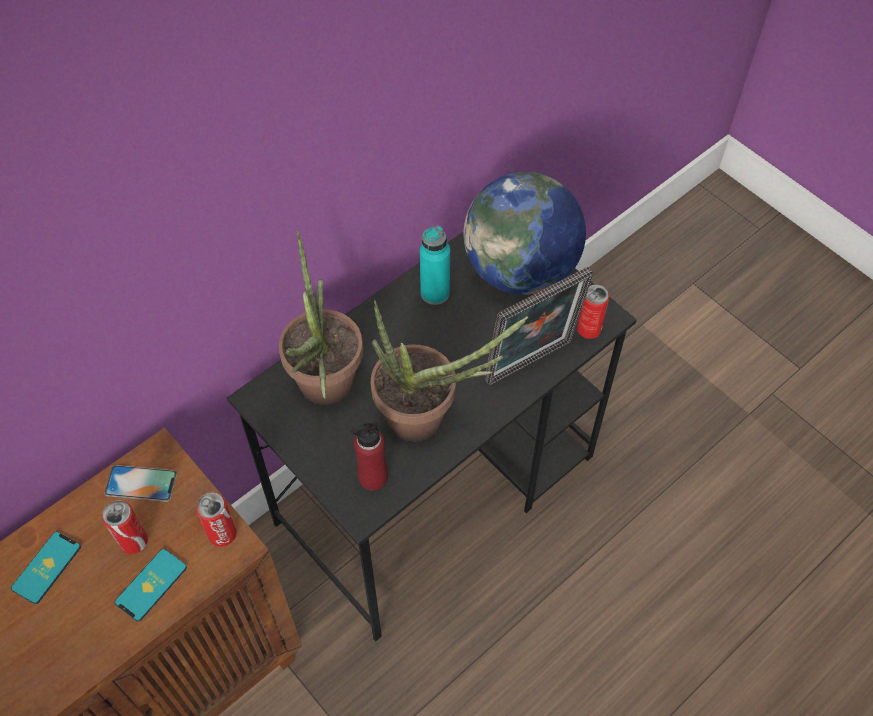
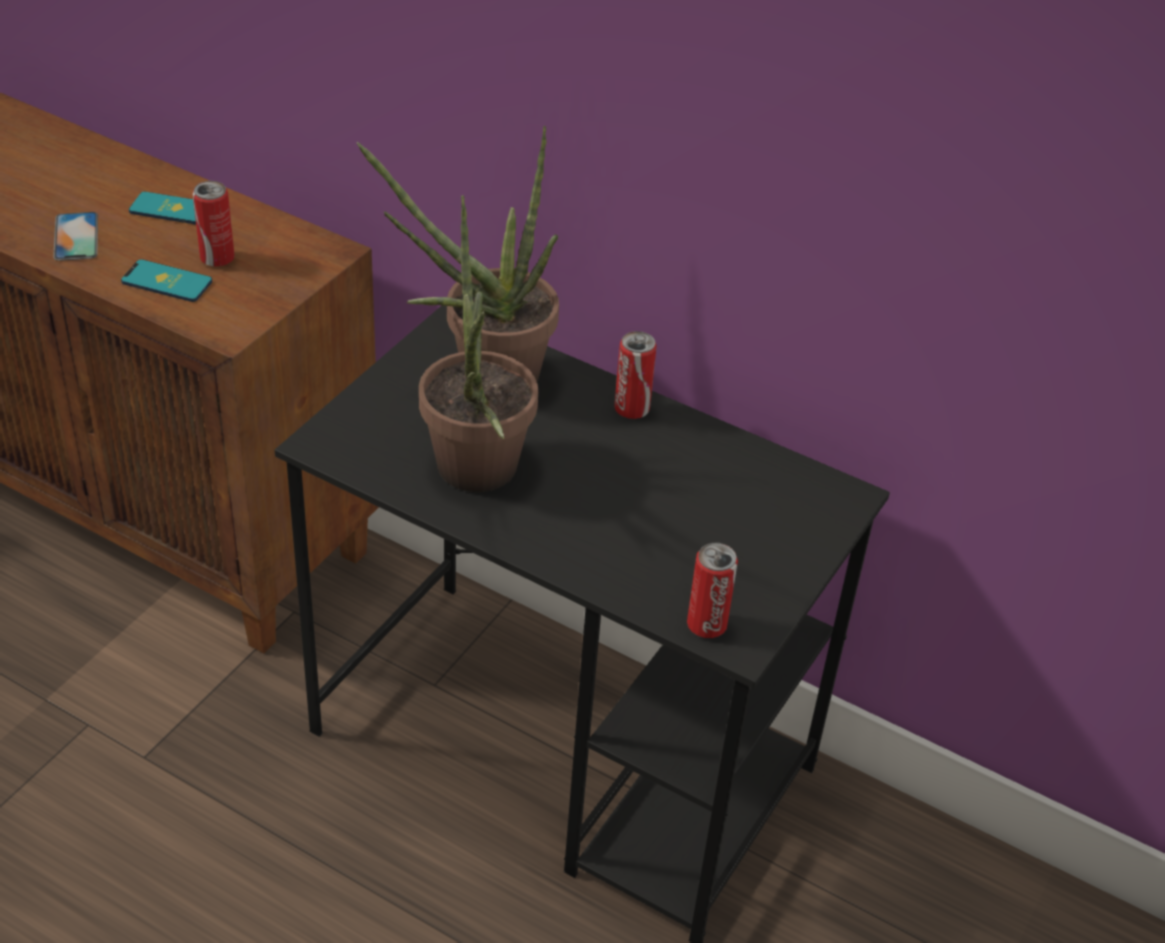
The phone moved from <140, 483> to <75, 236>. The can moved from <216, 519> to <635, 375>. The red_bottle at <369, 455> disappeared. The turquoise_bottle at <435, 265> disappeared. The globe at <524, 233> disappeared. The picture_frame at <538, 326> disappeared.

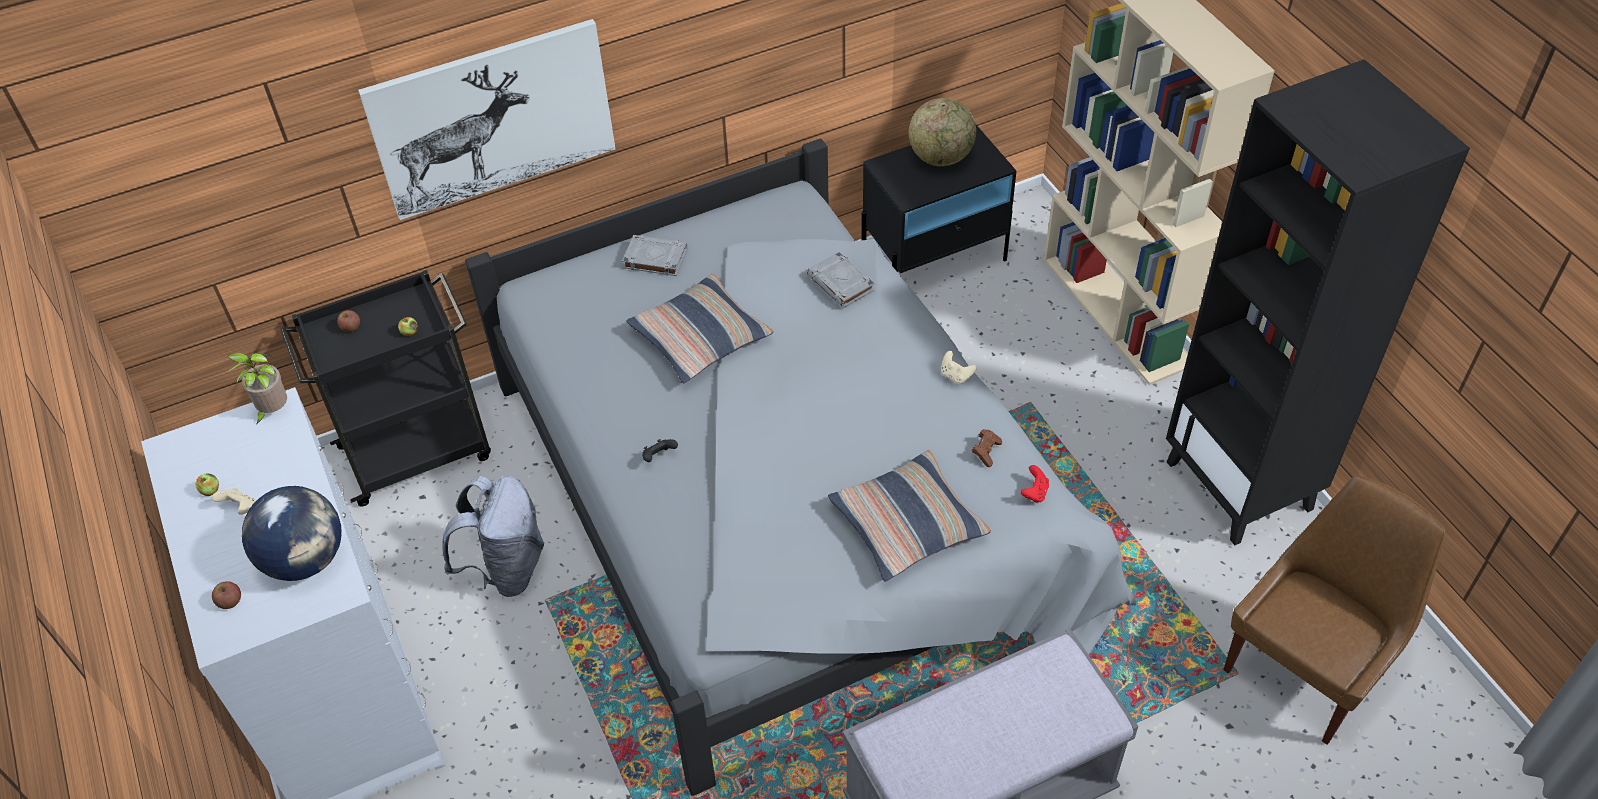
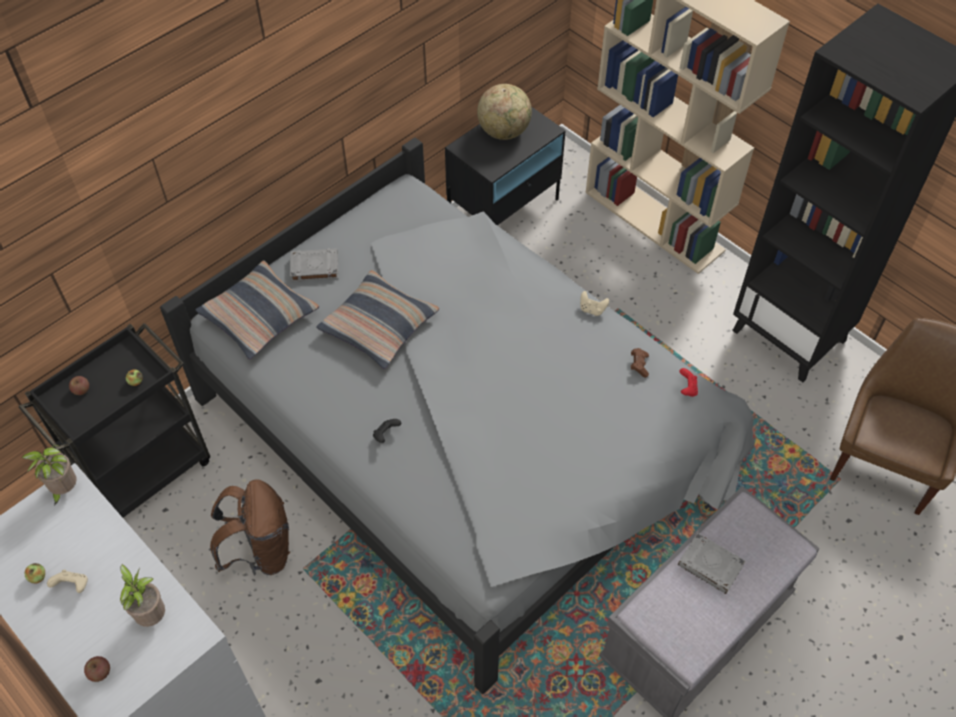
The globe at <292, 533> was replaced by the potted_plant at <142, 595>. The pillow moved from <909, 515> to <257, 310>. The grey_backpack at <493, 536> became the brown_backpack at <250, 527>. The grey_book moved from <841, 280> to <712, 563>. The picture at <486, 119> disappeared.

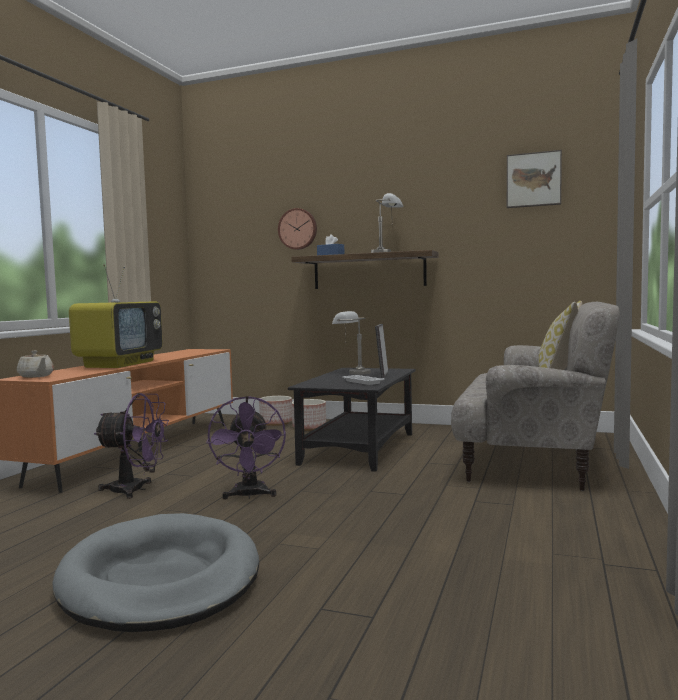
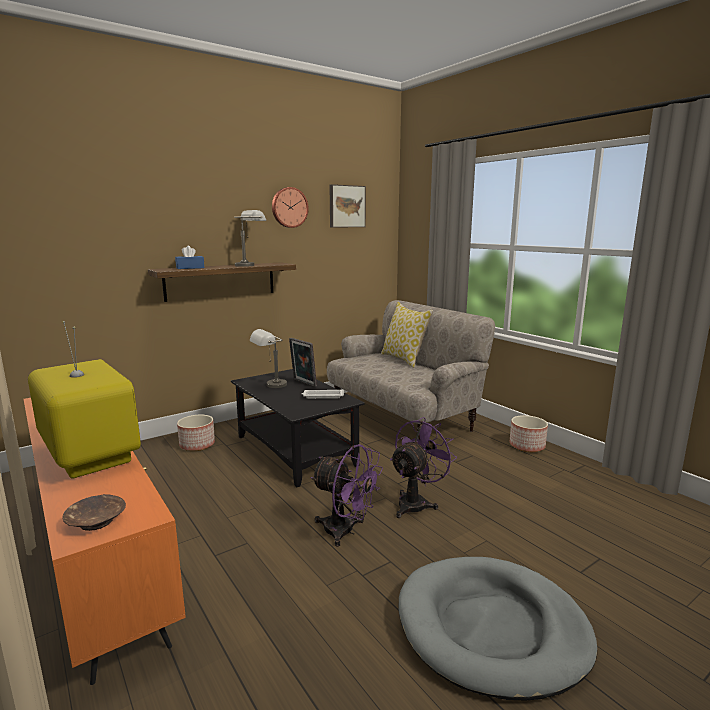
The beige_teapot at <35, 364> was replaced by the brown_bowl at <94, 512>. The wall_clock moved from <297, 229> to <290, 207>. The purple_fan moved from <131, 446> to <423, 467>. The planter moved from <275, 411> to <529, 433>.

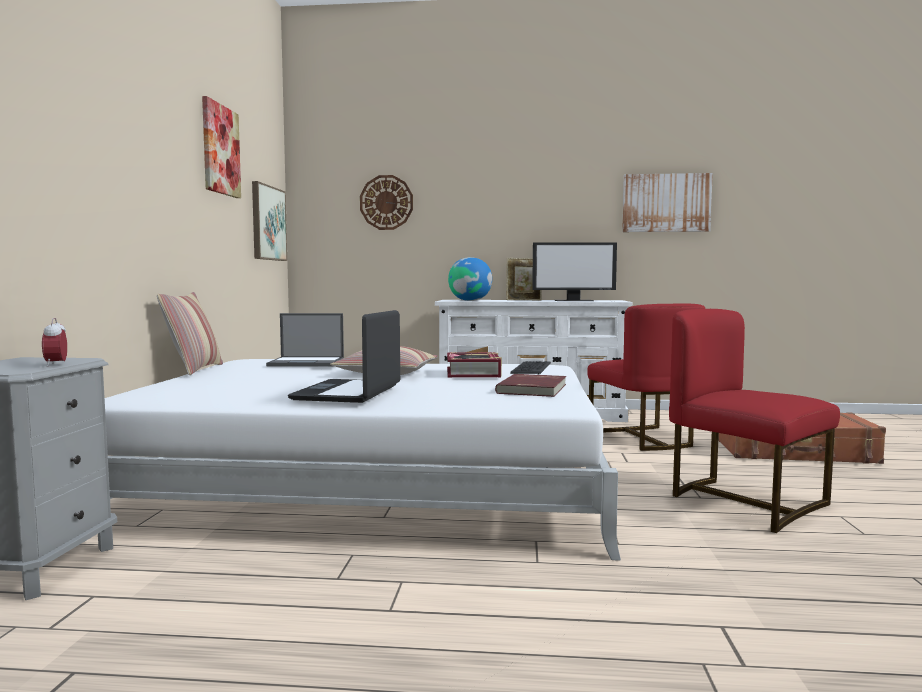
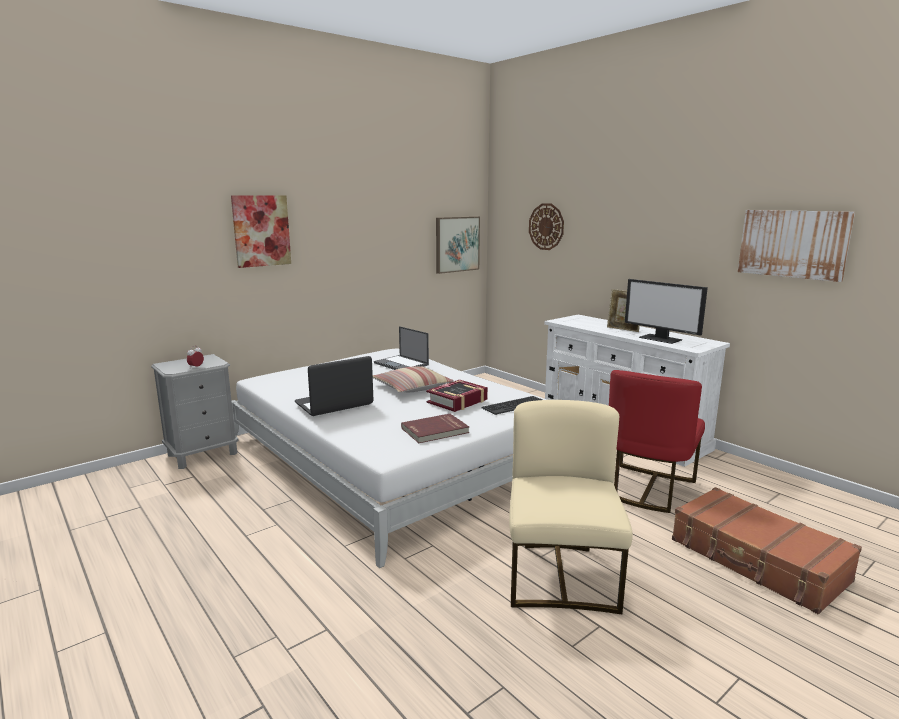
The picture moved from <221, 147> to <261, 231>. The red_chair at <754, 421> became the beige_chair at <571, 507>. The pillow at <190, 333> disappeared. The globe at <470, 279> disappeared.

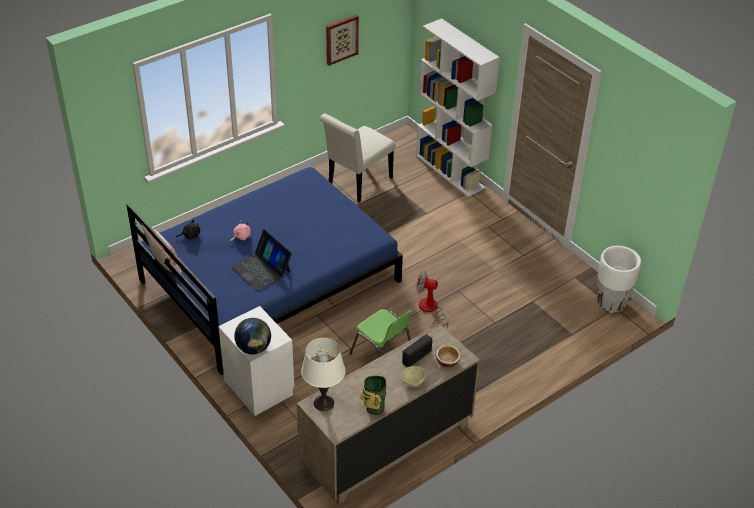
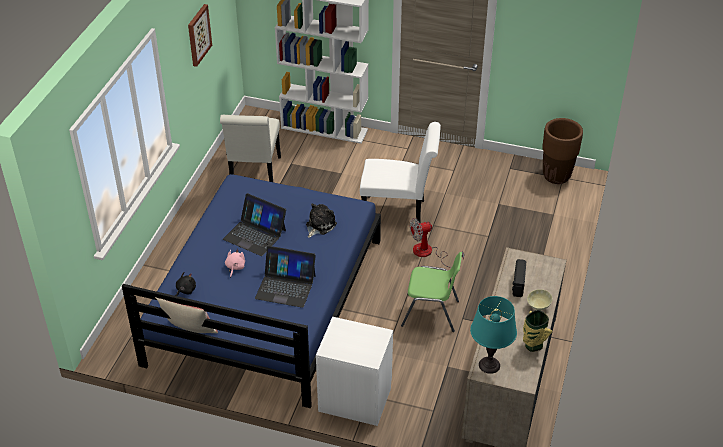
The laptop at <254, 224> appeared. The plush_toy at <321, 221> appeared. The white_chair at <400, 172> appeared. The white_table_lamp at <323, 374> became the turquoise_table_lamp at <493, 335>. The white_planter at <619, 279> became the brown_planter at <562, 151>. The globe at <252, 336> disappeared. The bowl at <448, 356> disappeared.

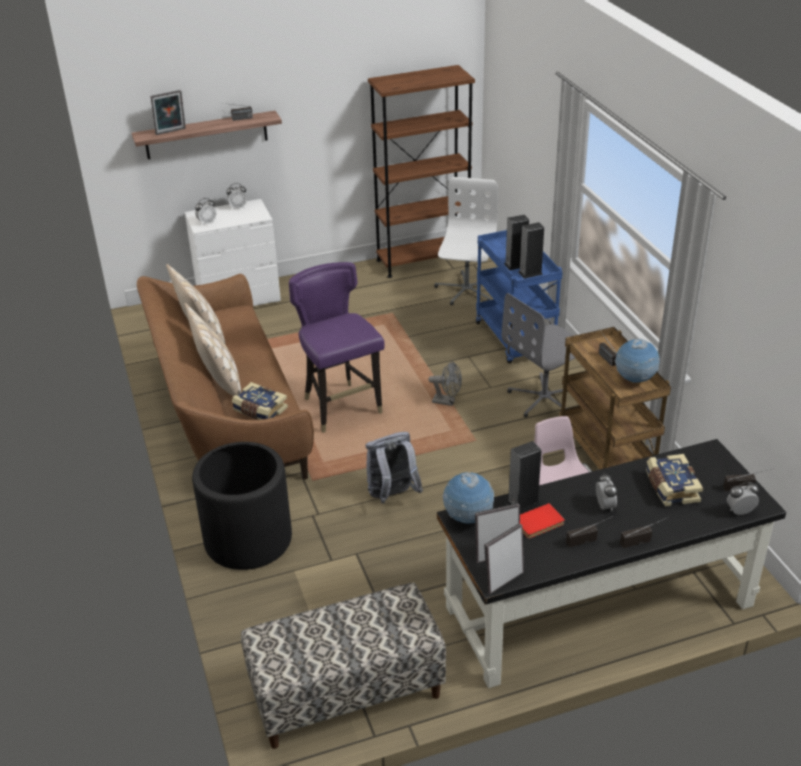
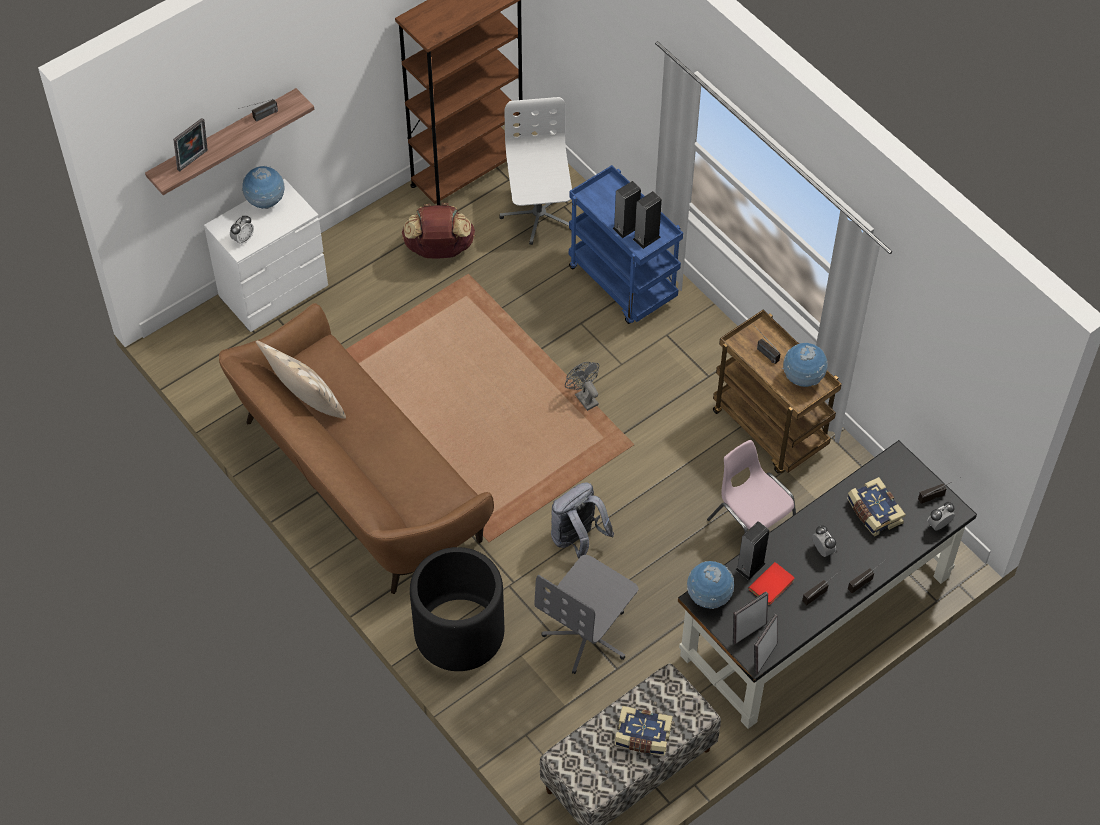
The alarm_clock at <236, 196> was replaced by the globe at <263, 187>. The brown_backpack at <438, 230> appeared. The grey_office_chair moved from <538, 355> to <586, 614>. The grey_fan at <445, 383> turned 120 degrees counterclockwise. The book moved from <260, 401> to <644, 730>. The beige_pillow at <212, 349> disappeared. The purple_chair at <337, 347> disappeared.

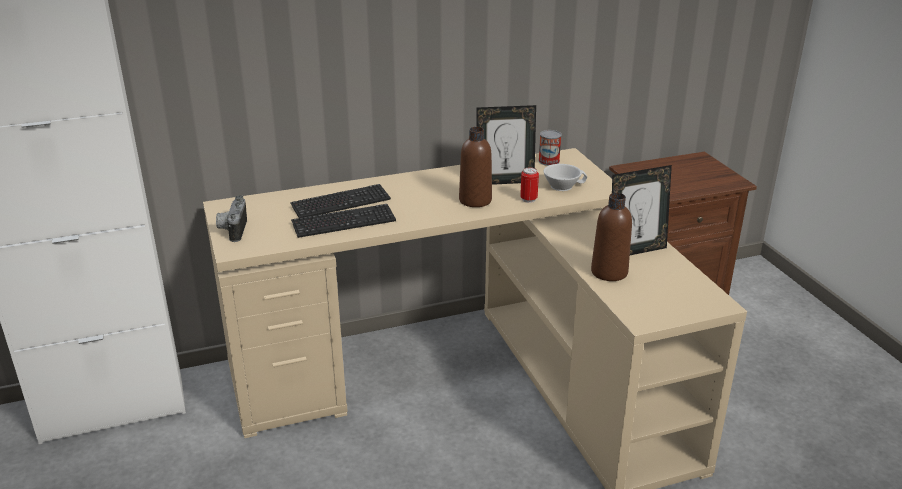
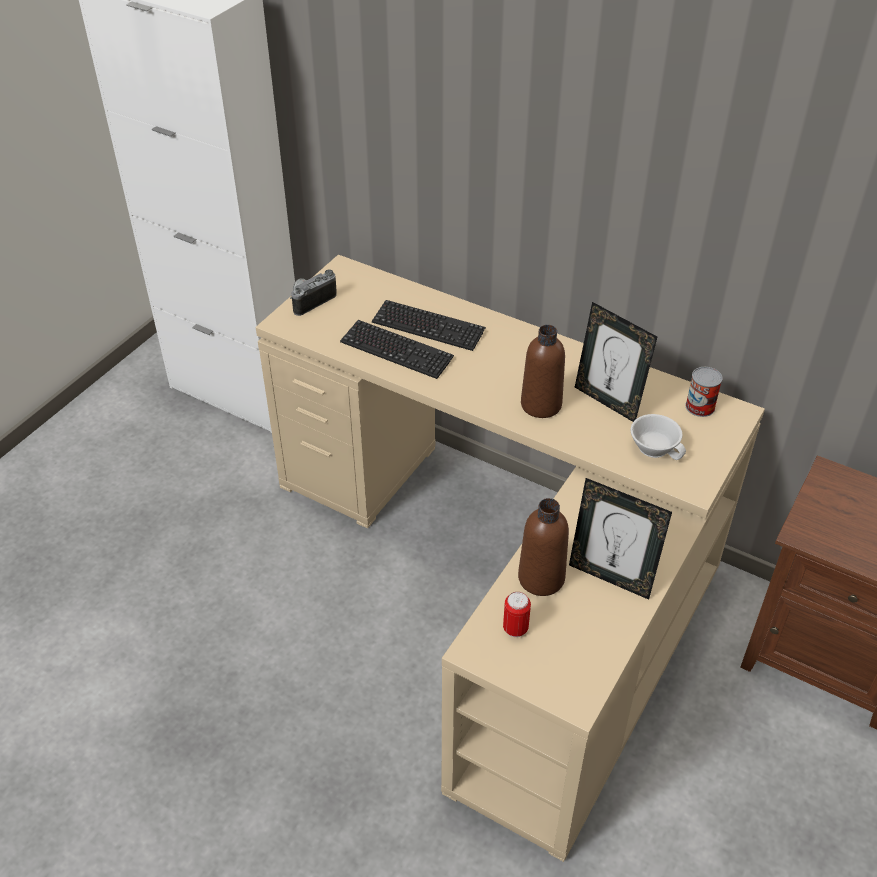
The can moved from <529, 185> to <517, 614>.

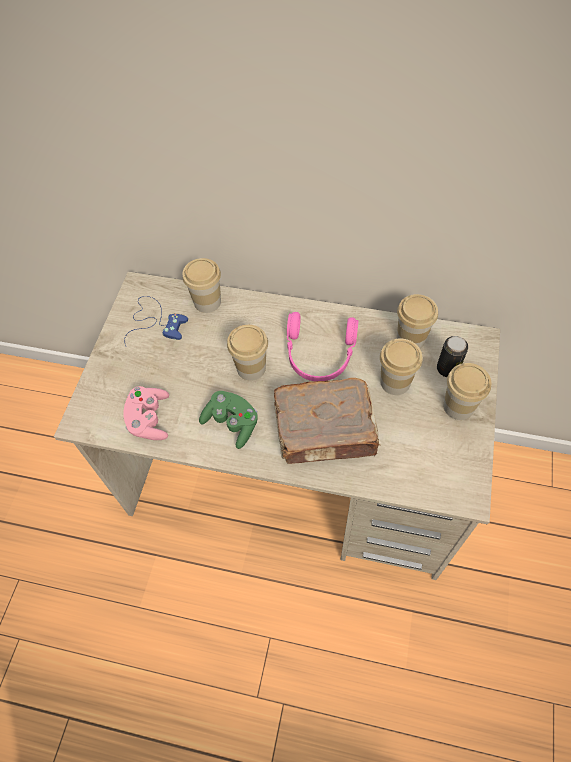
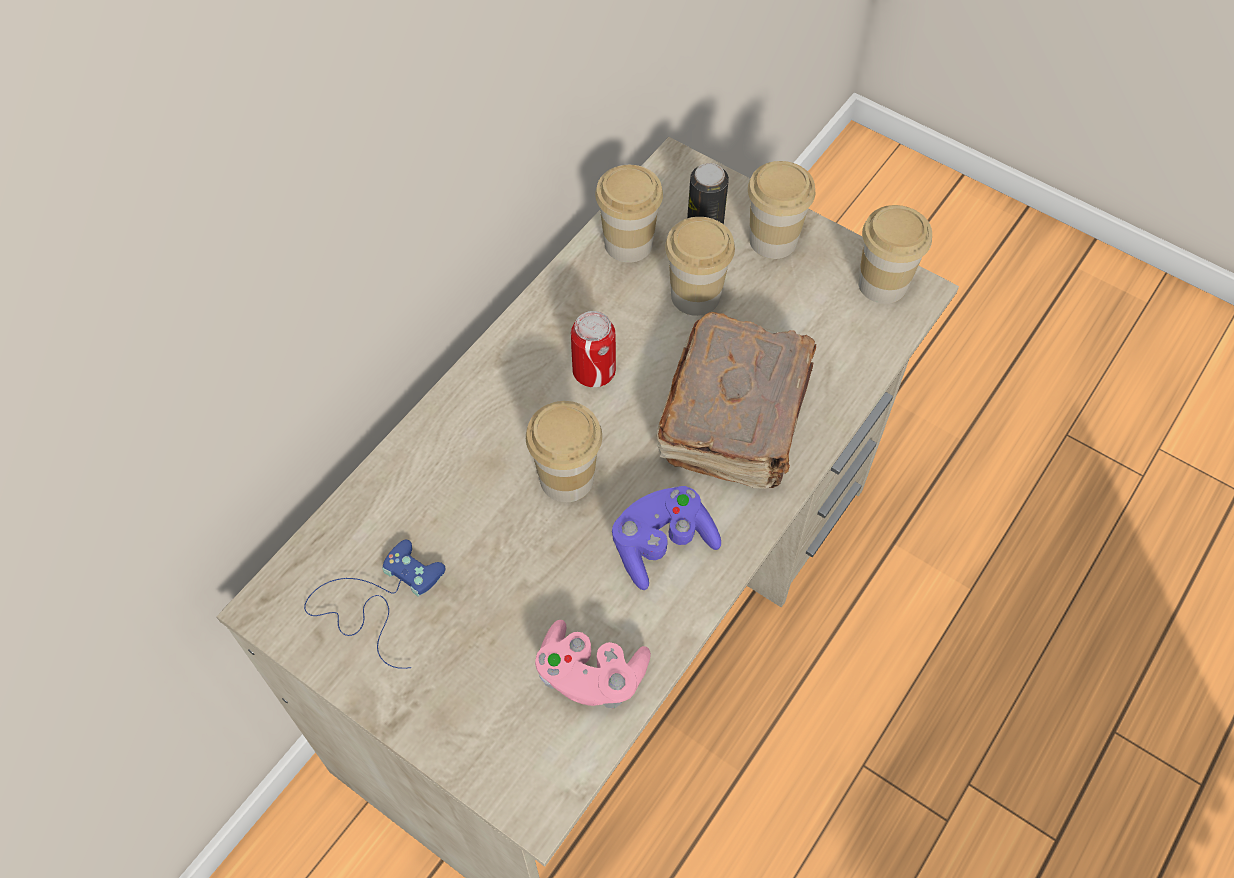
The pink_headphones at <323, 346> was replaced by the can at <593, 349>. The green_game_controller at <228, 420> became the purple_game_controller at <666, 538>. The cup moved from <201, 285> to <895, 254>.

